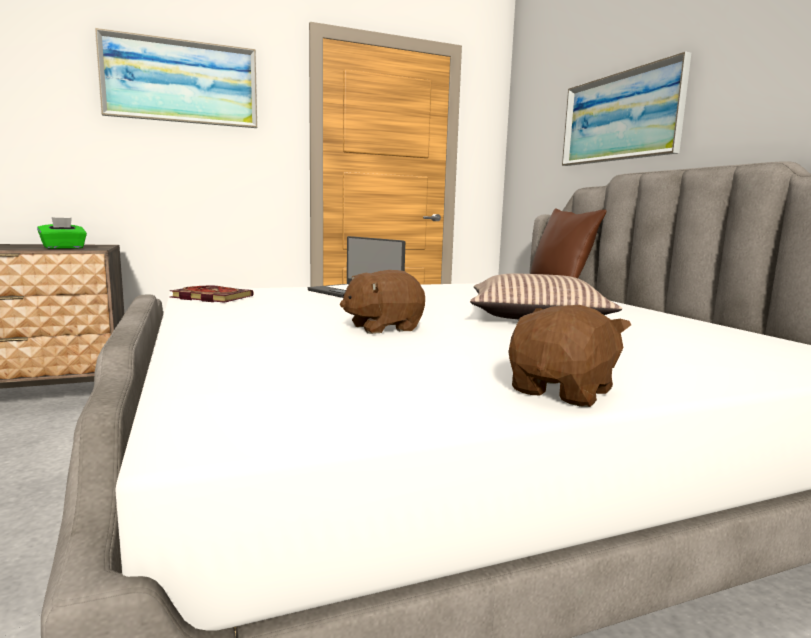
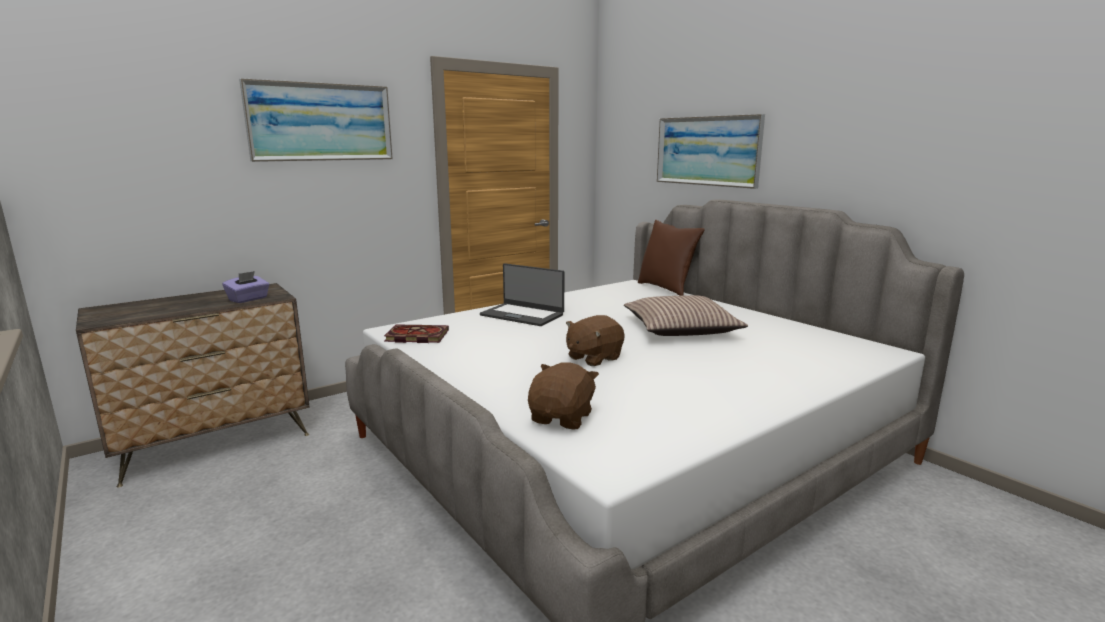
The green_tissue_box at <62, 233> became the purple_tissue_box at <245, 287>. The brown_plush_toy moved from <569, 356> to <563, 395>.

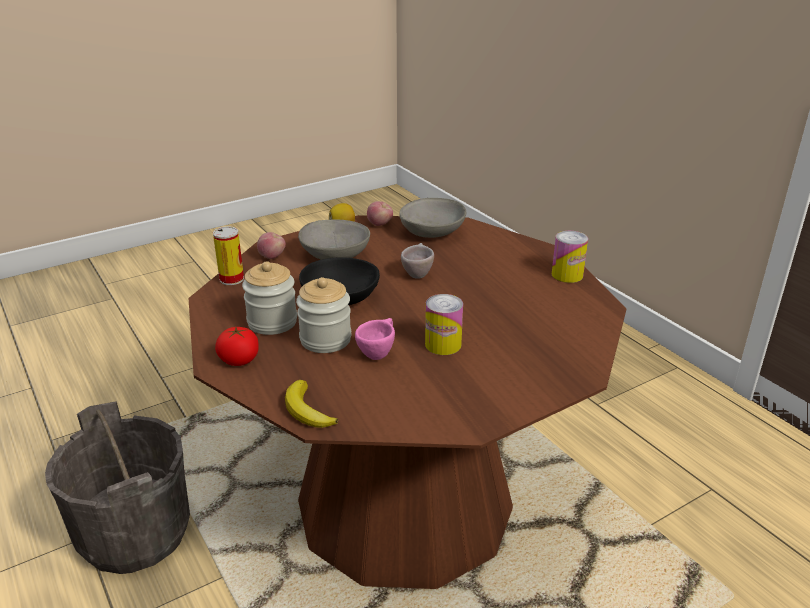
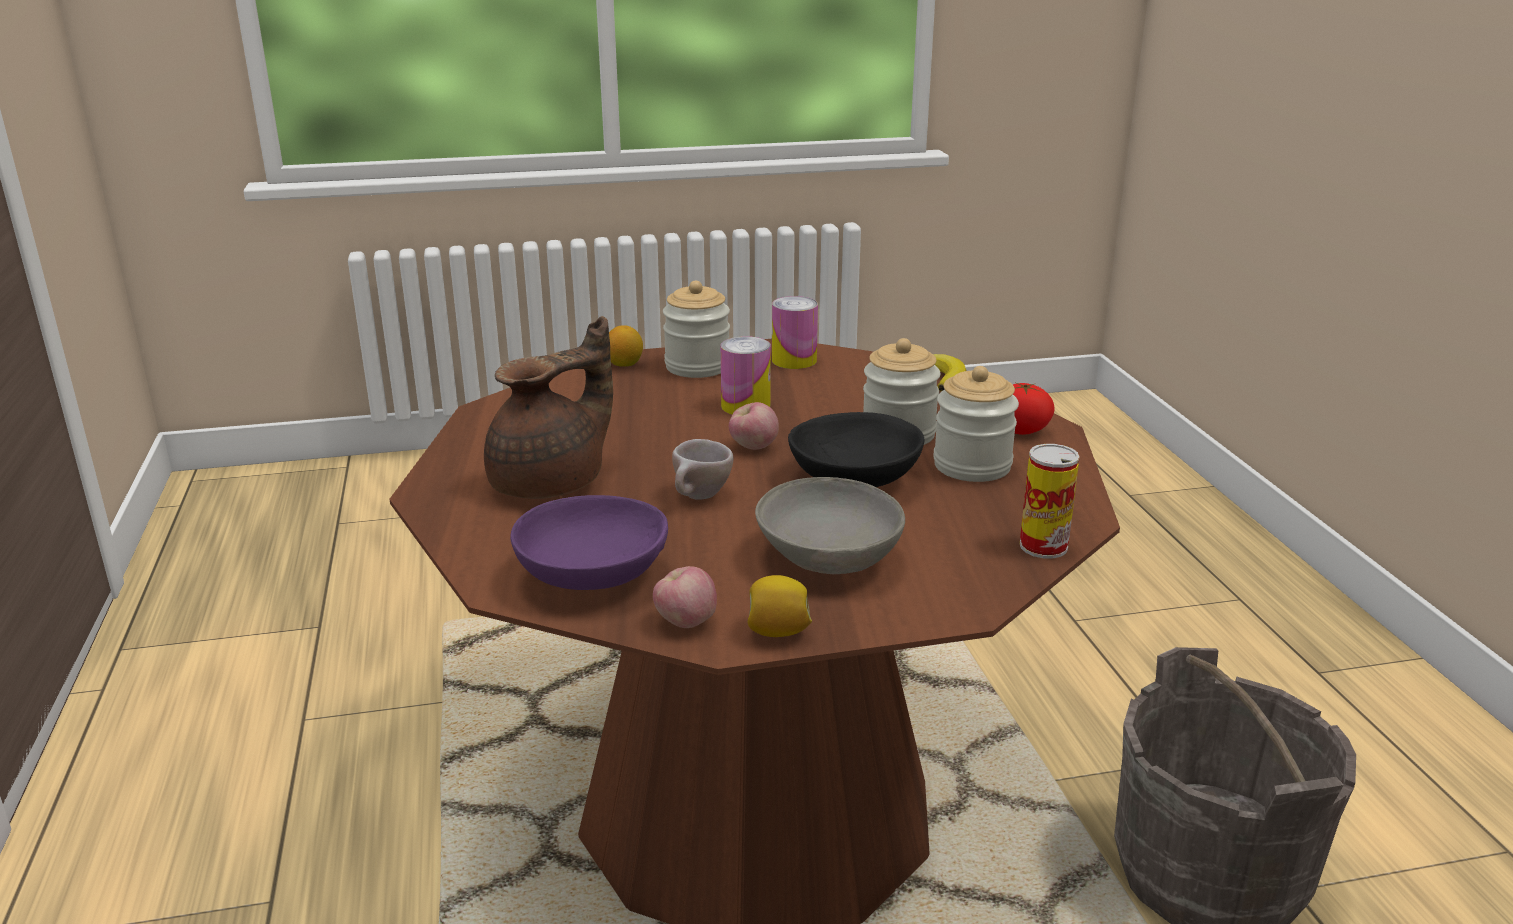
The brown_teapot at <548, 407> appeared. The grey_bowl at <433, 218> became the purple_bowl at <589, 542>. The lemon at <626, 346> appeared. The jar at <696, 329> appeared. The apple moved from <271, 245> to <753, 426>. The can moved from <569, 257> to <795, 332>. The pink_cup at <375, 339> disappeared.

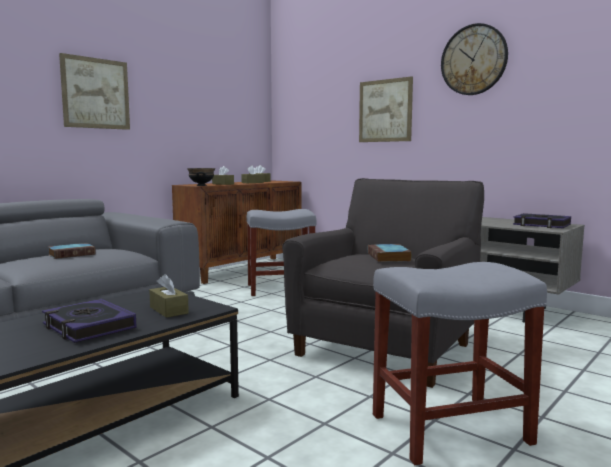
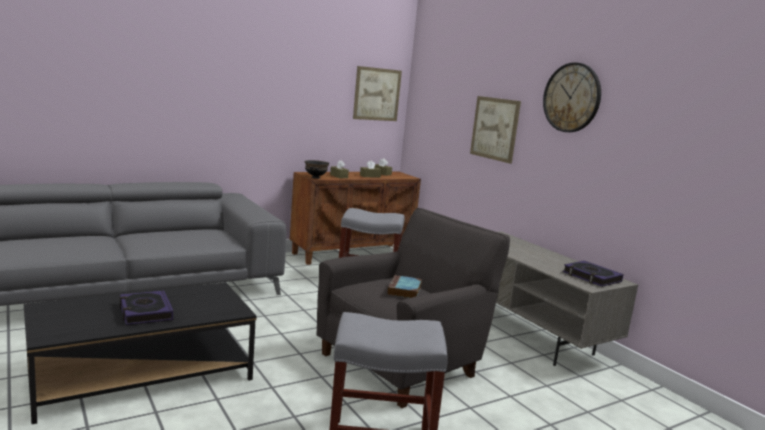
The picture moved from <94, 91> to <377, 93>. The book at <72, 251> disappeared. The brown_tissue_box at <169, 296> disappeared.

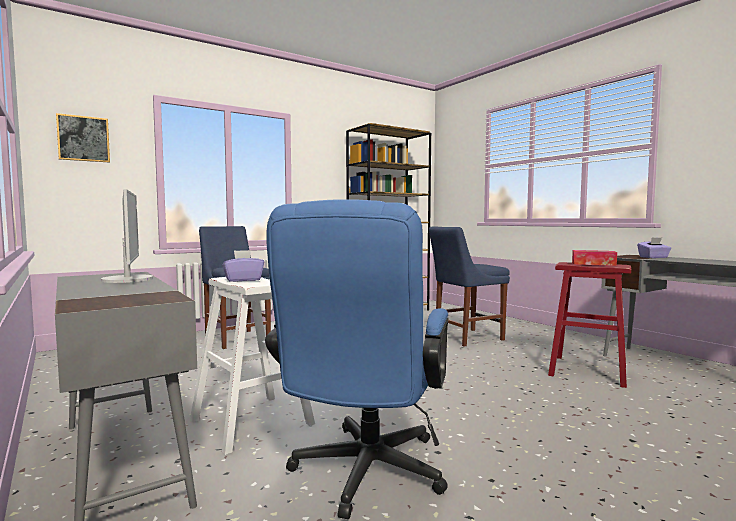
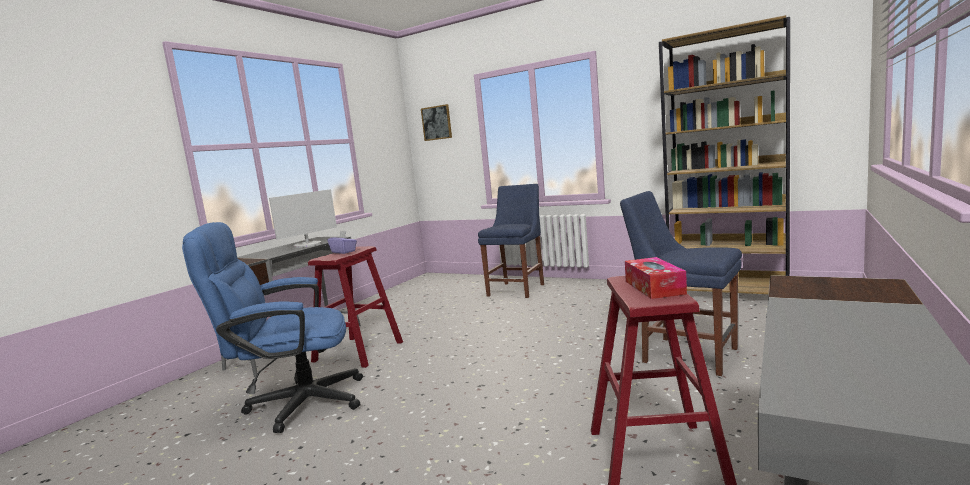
The white_stool at <252, 366> became the red_stool at <355, 307>. The purple_tissue_box at <654, 247> disappeared.

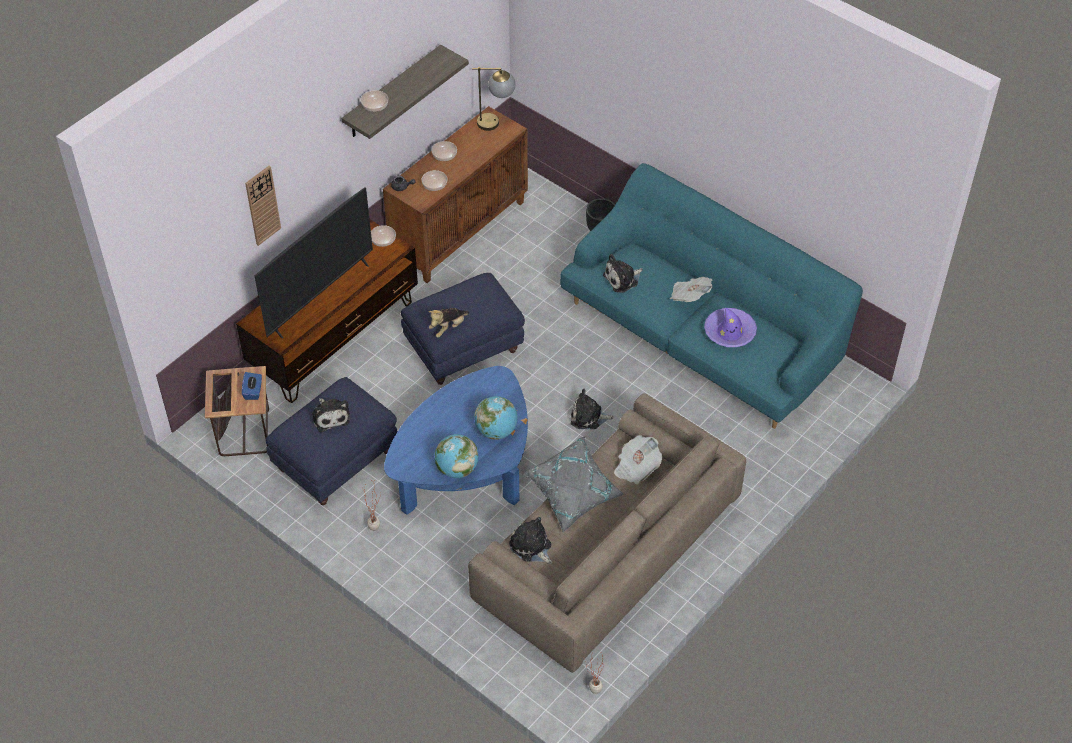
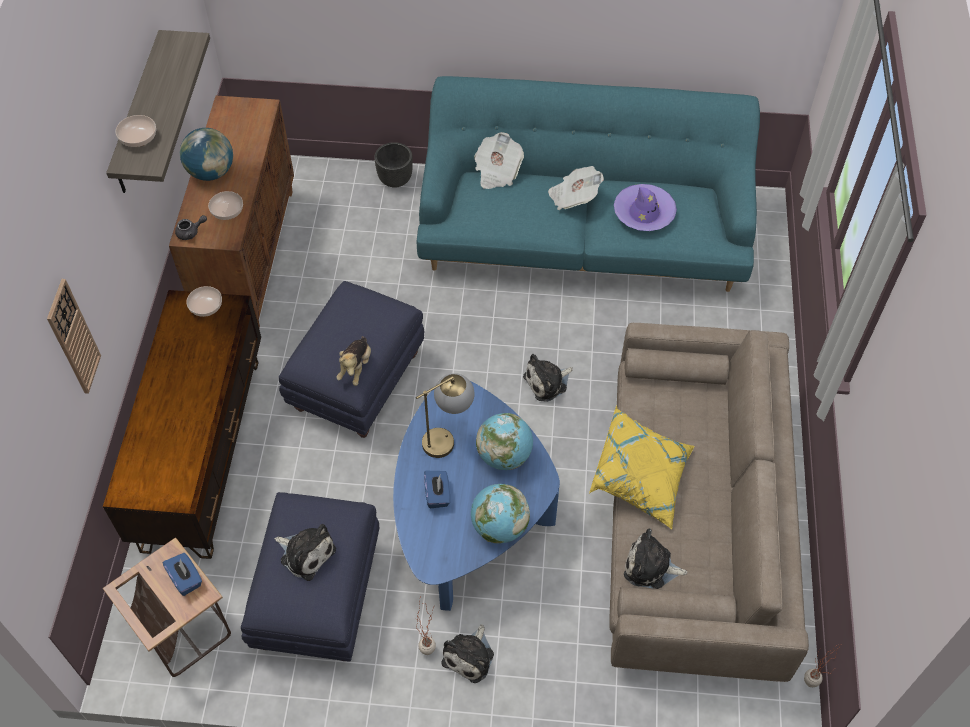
The bowl at <444, 151> was replaced by the globe at <206, 154>. The table_lamp moved from <494, 99> to <445, 415>. The blue_tissue_box at <437, 489> appeared. The plush_toy moved from <623, 273> to <467, 653>. The newspaper moved from <638, 460> to <499, 160>. The grey_pillow at <572, 484> became the yellow_pillow at <642, 467>. The television at <314, 263> disappeared.

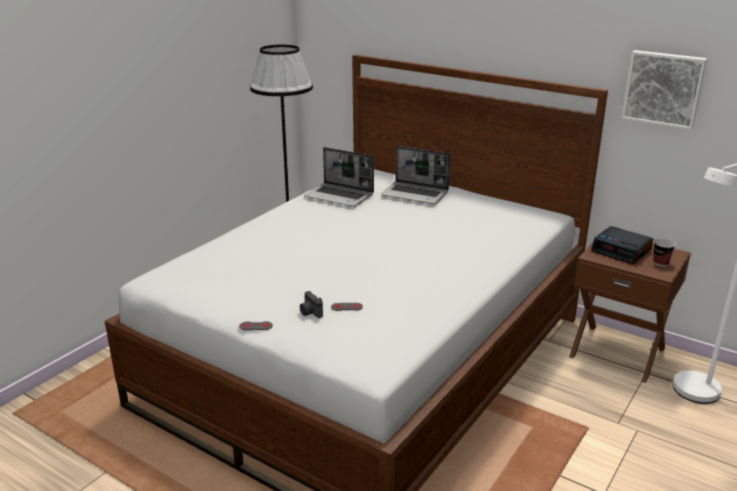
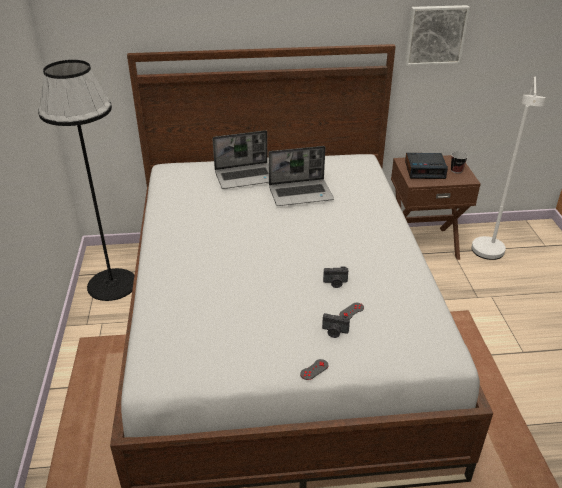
The laptop moved from <339, 177> to <301, 176>. The photo_camera at <335, 277> appeared.

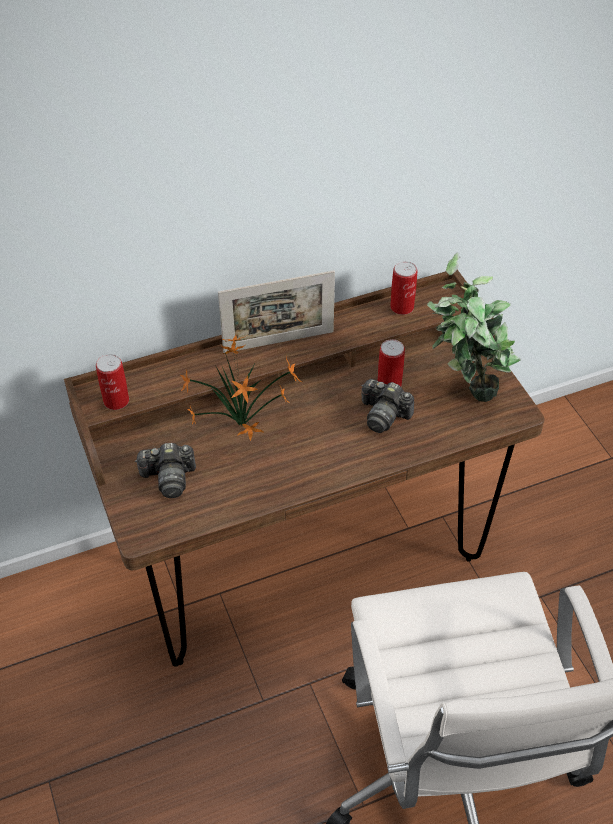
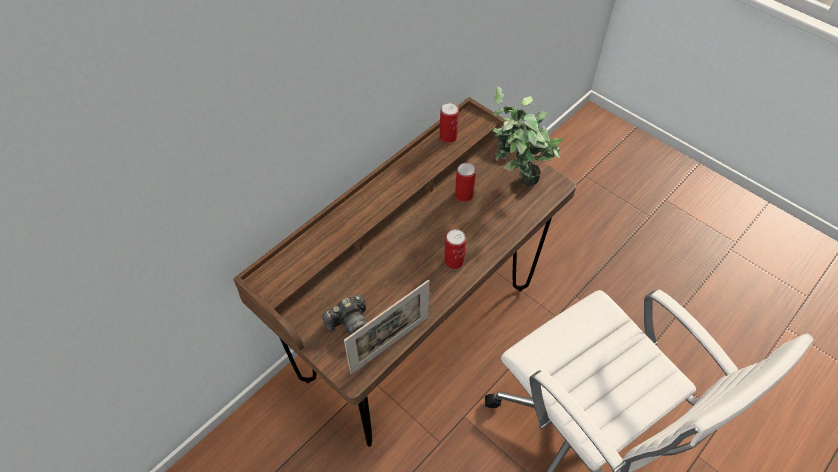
The picture_frame moved from <276, 311> to <386, 327>. The can moved from <112, 382> to <455, 249>. The potted_plant at <241, 388> disappeared. The photo_camera at <387, 406> disappeared.

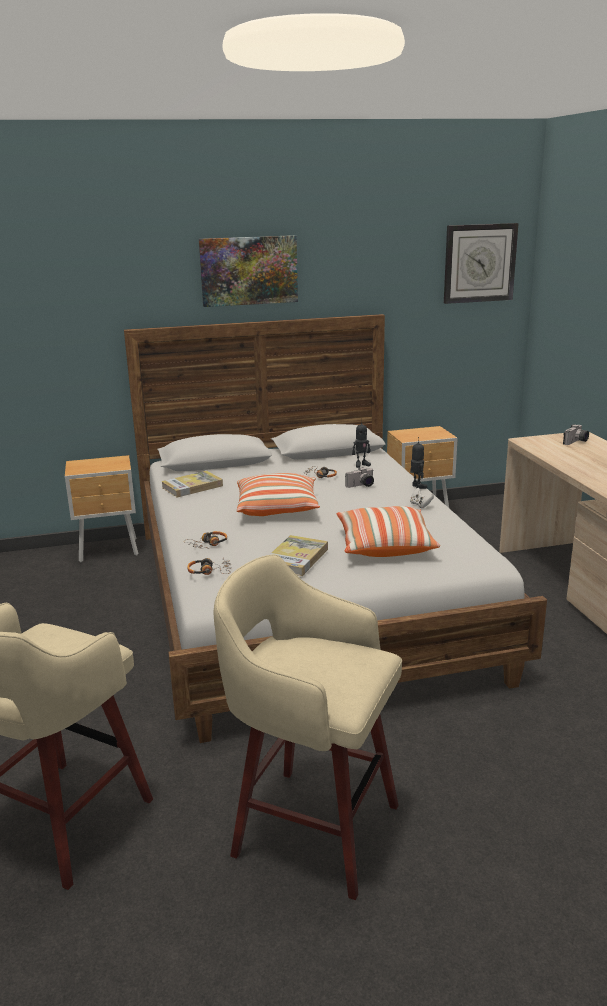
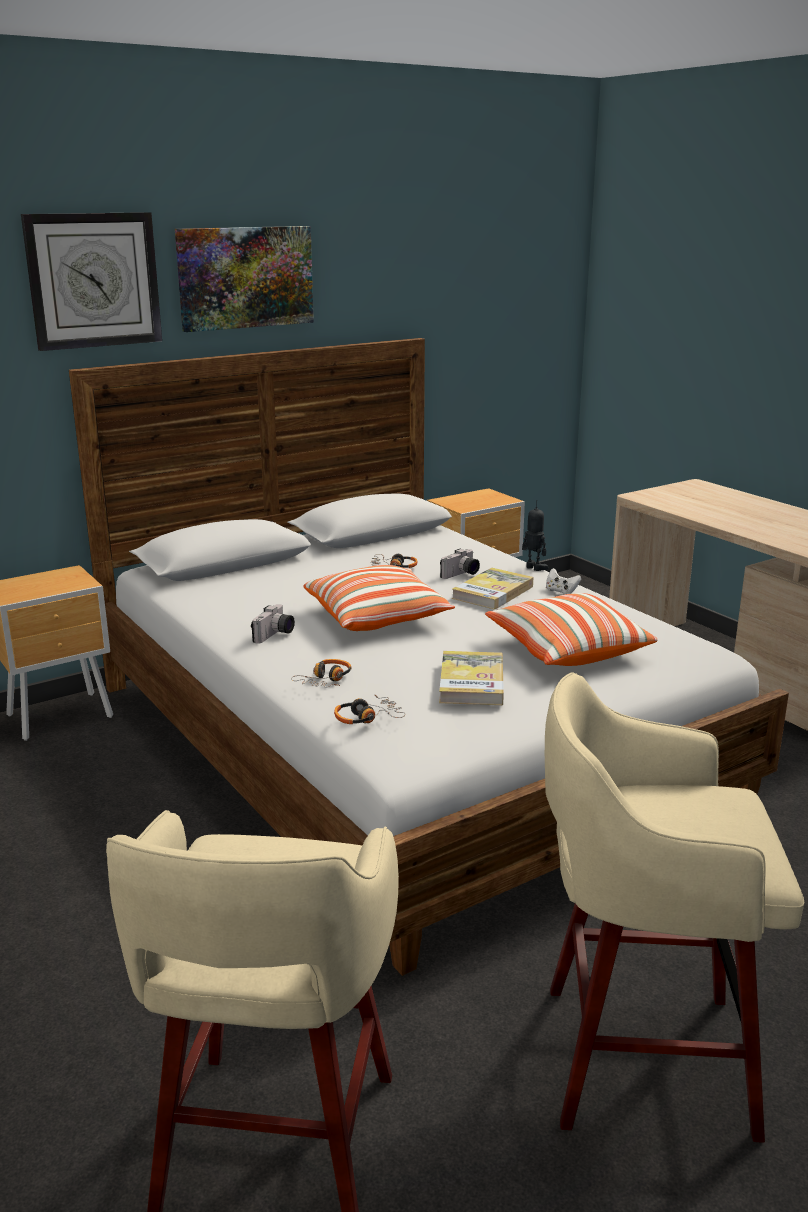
The wall_clock moved from <481, 263> to <91, 281>. The photo_camera moved from <576, 434> to <273, 624>. The book moved from <192, 484> to <492, 589>. The toy_robot at <361, 443> disappeared.

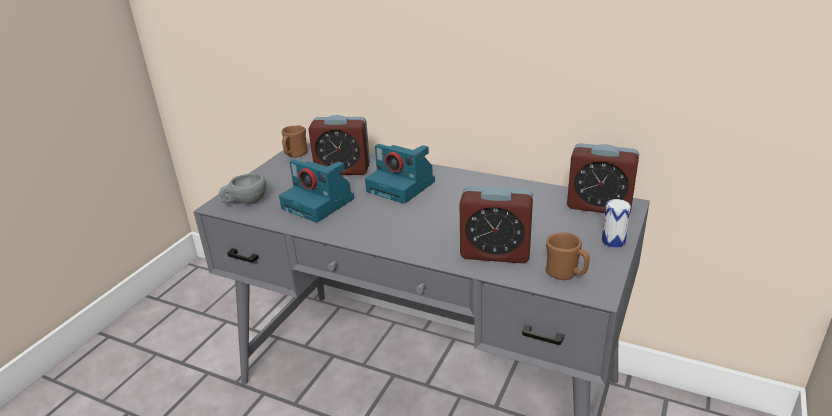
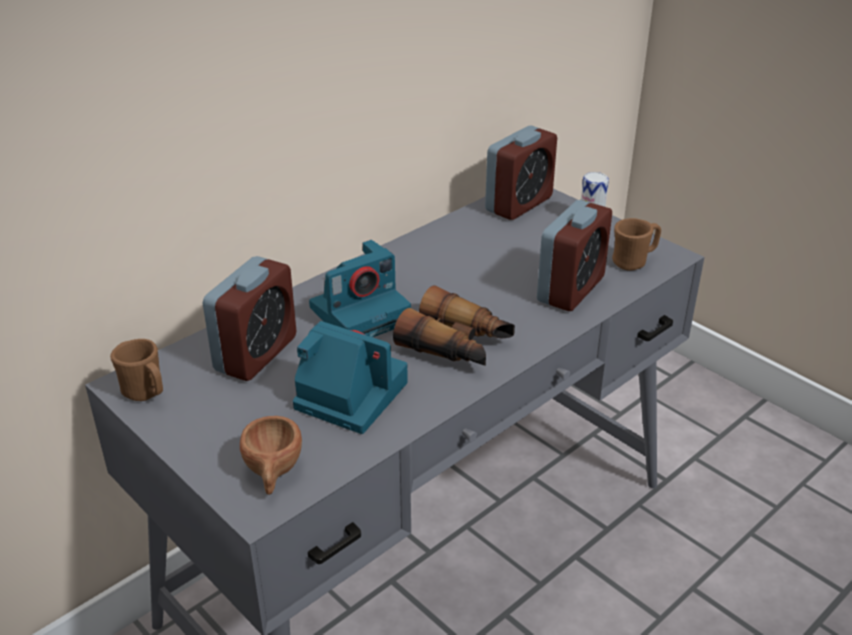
The grey_cup at <242, 188> became the brown_cup at <271, 455>. The photo_camera at <316, 191> turned 120 degrees counterclockwise. The binoculars at <454, 325> appeared.

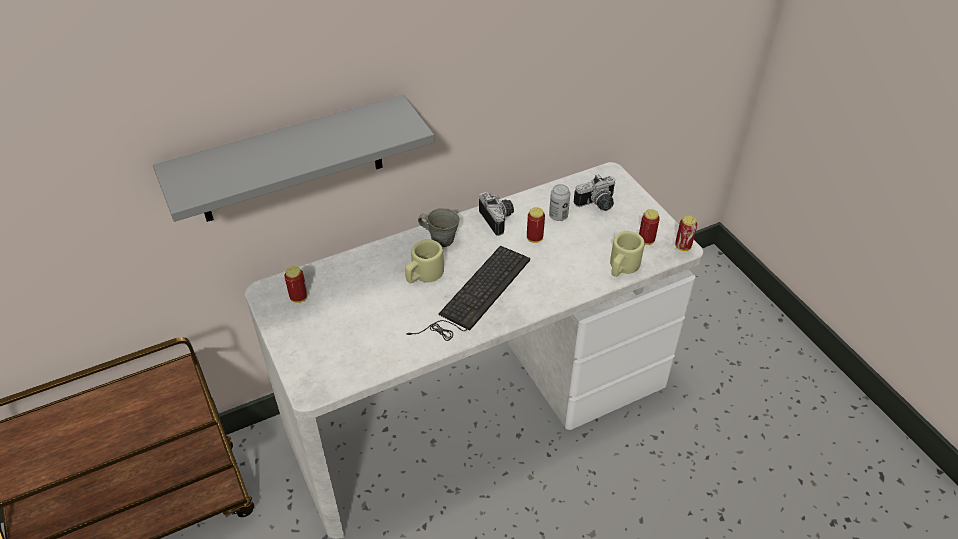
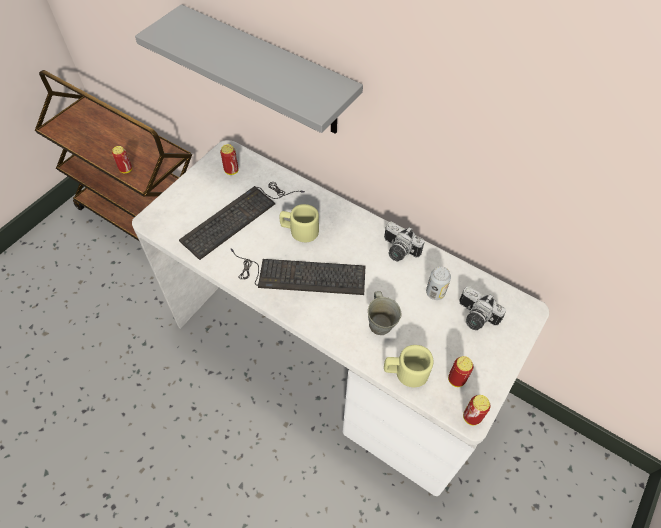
The can moved from <536, 225> to <122, 159>. The keyboard at <242, 221> appeared. The grey_mug moved from <439, 227> to <384, 313>. The photo_camera at <496, 214> turned 90 degrees clockwise.

